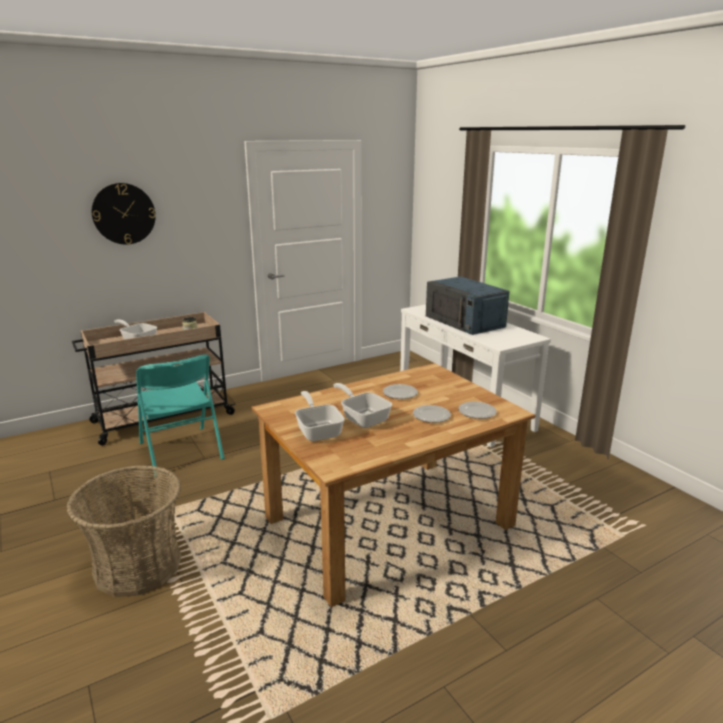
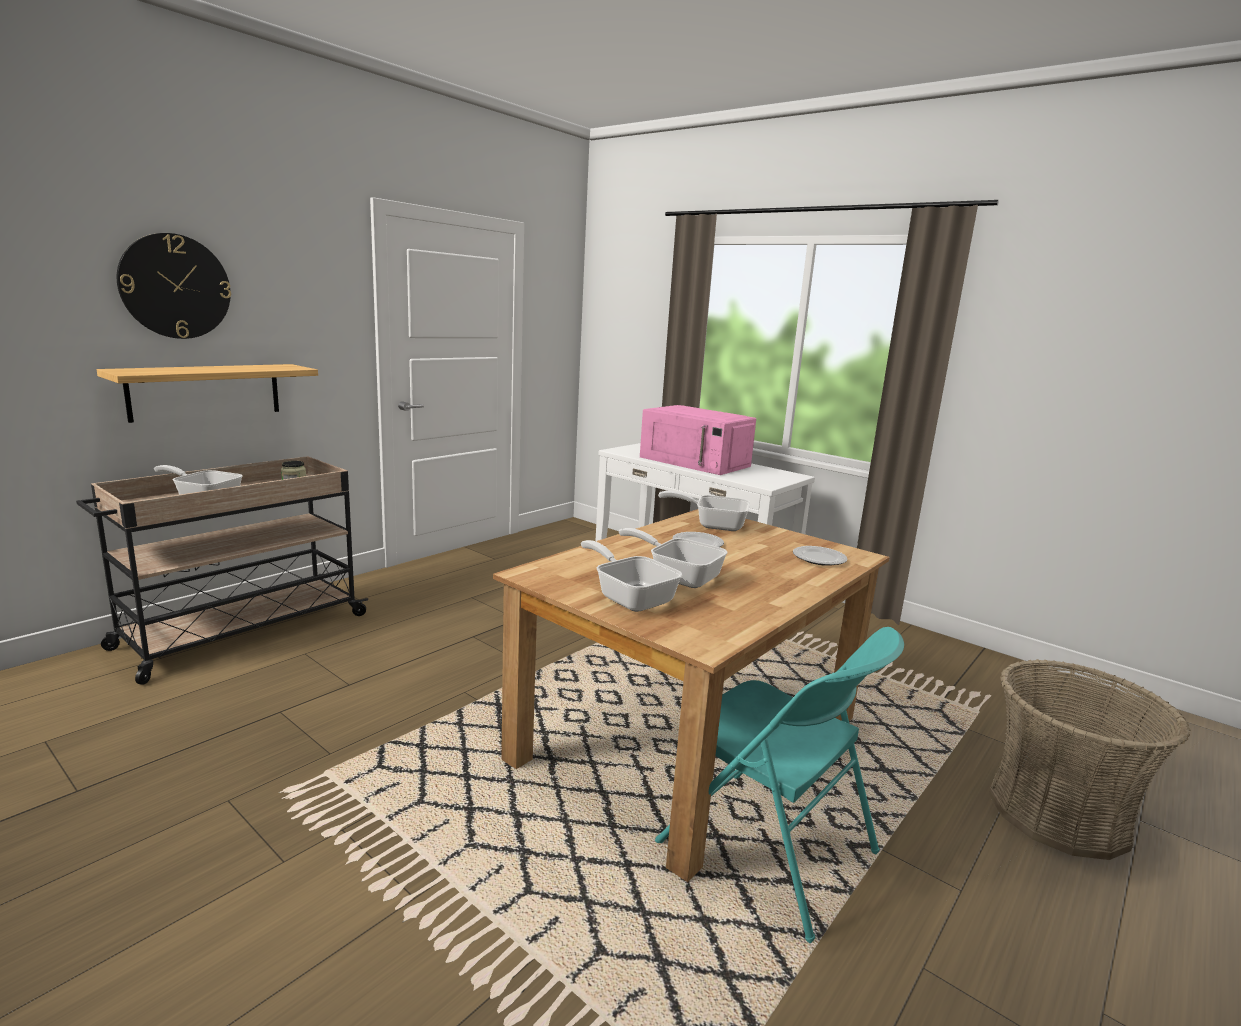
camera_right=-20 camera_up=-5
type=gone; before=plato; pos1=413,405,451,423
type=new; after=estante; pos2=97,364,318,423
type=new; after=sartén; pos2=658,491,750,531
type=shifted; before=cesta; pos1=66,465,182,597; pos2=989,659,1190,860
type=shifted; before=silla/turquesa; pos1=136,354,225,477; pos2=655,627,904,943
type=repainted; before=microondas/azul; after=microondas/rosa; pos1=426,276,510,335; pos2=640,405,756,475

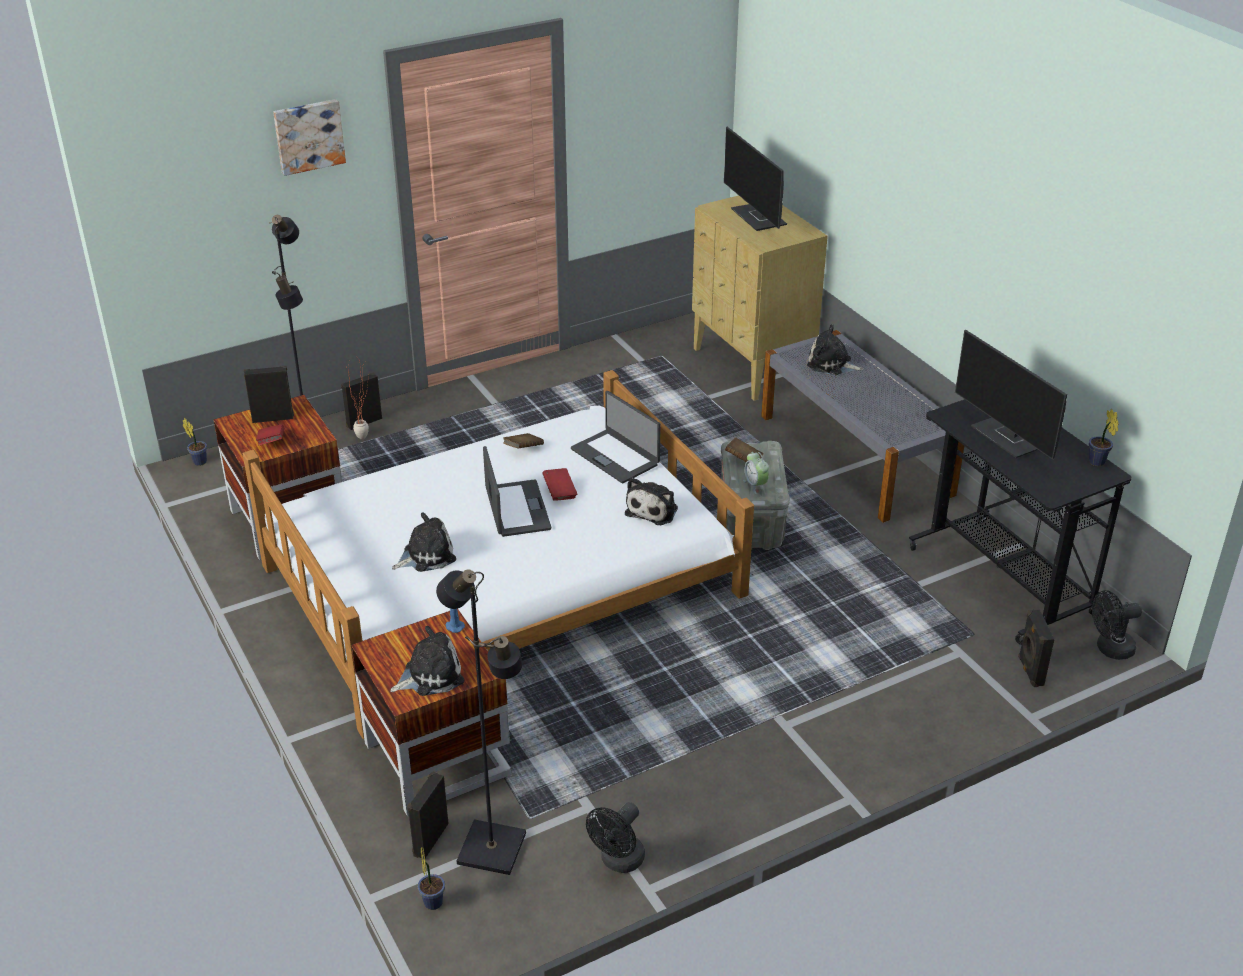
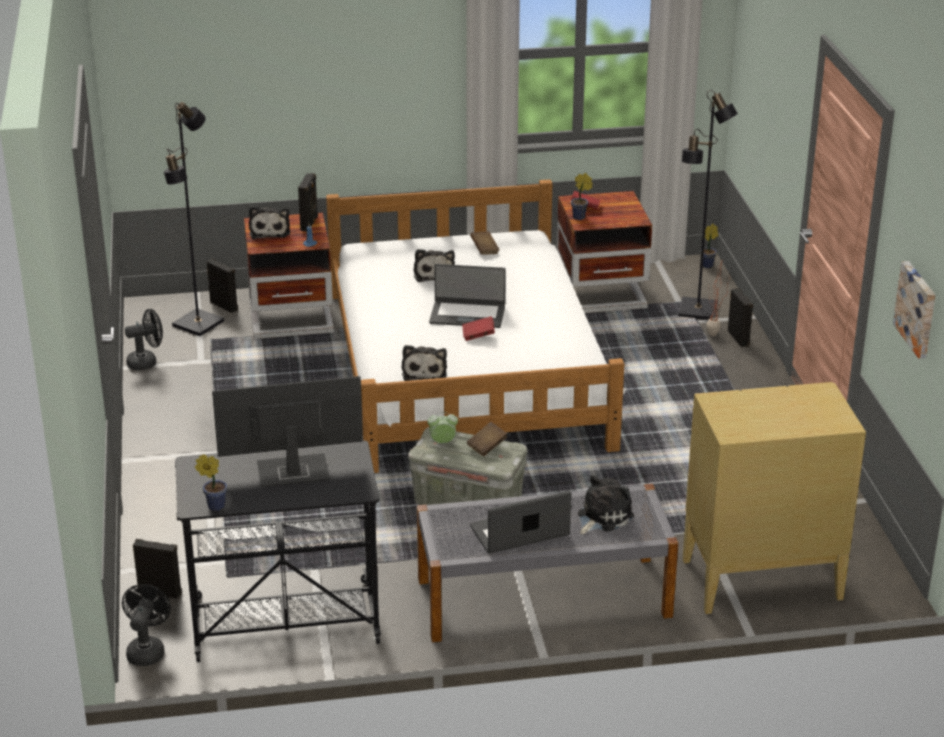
camera_right=110 camera_up=-5
type=gone; before=monitor; pos1=724,127,787,231
type=shifted; before=altavoz/negro; pos1=244,366,294,423; pos2=298,173,318,232
type=shifted; before=cuadro; pos1=273,99,346,176; pos2=893,261,935,358
type=shifted; before=planta en maceta; pos1=418,847,445,910; pos2=571,173,593,220
type=shifted; before=libro/marrón; pos1=503,433,544,448; pos2=470,231,500,255
type=shifted; before=portátil; pos1=571,391,661,483; pos2=470,491,571,554
type=rotated; before=ventilador/negro; pos1=586,802,645,873; pos2=125,309,163,371; turn=105
type=rotated; before=peluche; pos1=625,477,678,525; pos2=402,345,447,381; turn=-135

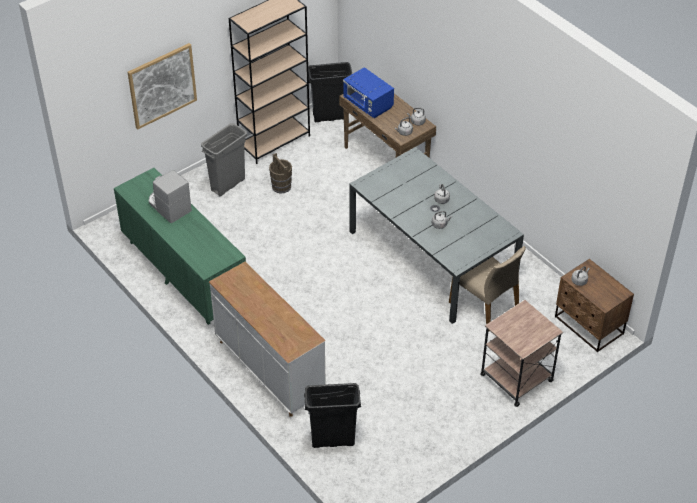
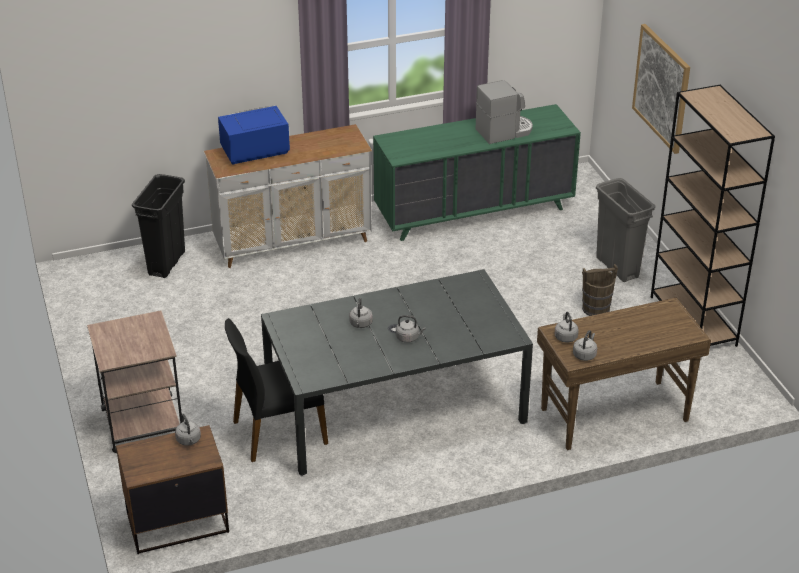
camera_right=110 camera_up=-10
type=gone; before=papelera/negro; pos1=308,62,352,122
type=shifted; before=microondas/azul; pos1=343,67,394,118; pos2=218,105,290,164
type=repainted; before=silla/beis; after=silla/negro; pos1=449,246,526,332; pos2=225,318,328,462

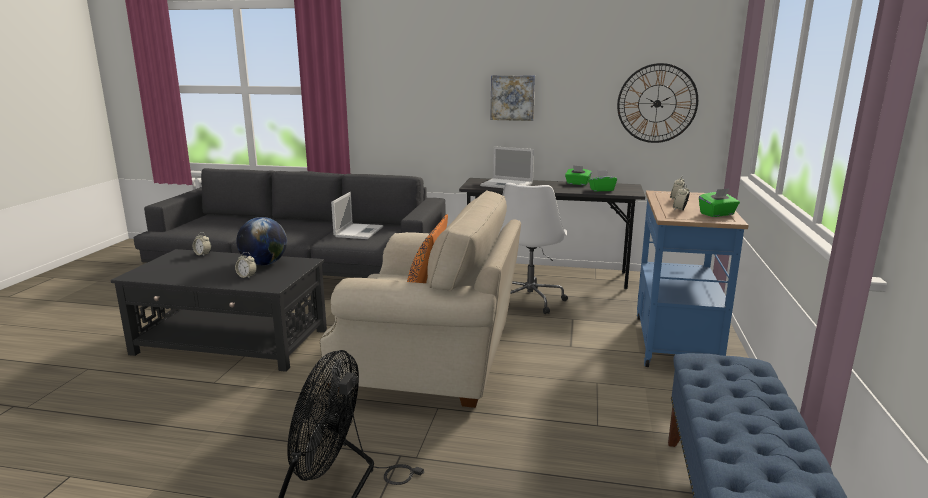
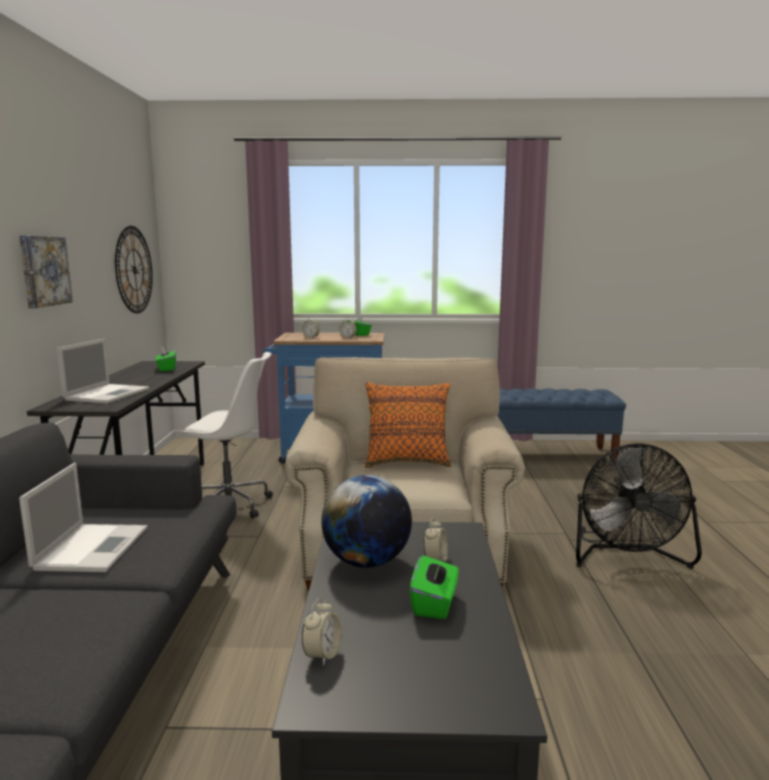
camera_right=-100 camera_up=-5
type=shifted; before=caja de pañuelos/verde; pos1=565,165,592,185; pos2=410,554,459,619
type=rotated; before=portátil; pos1=331,192,383,239; pos2=19,463,147,572; turn=90

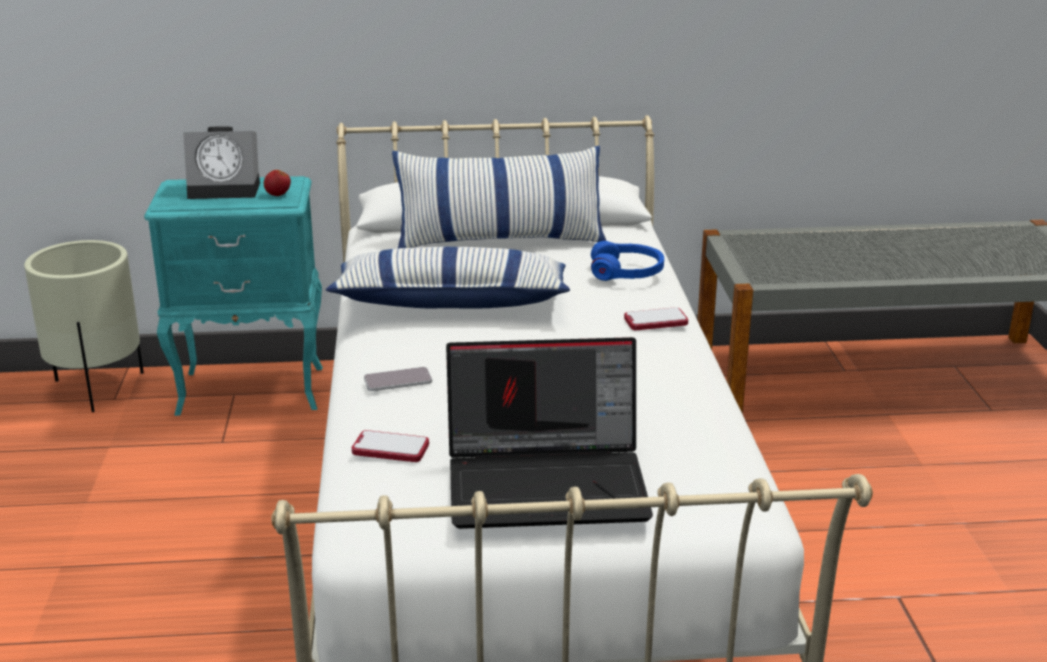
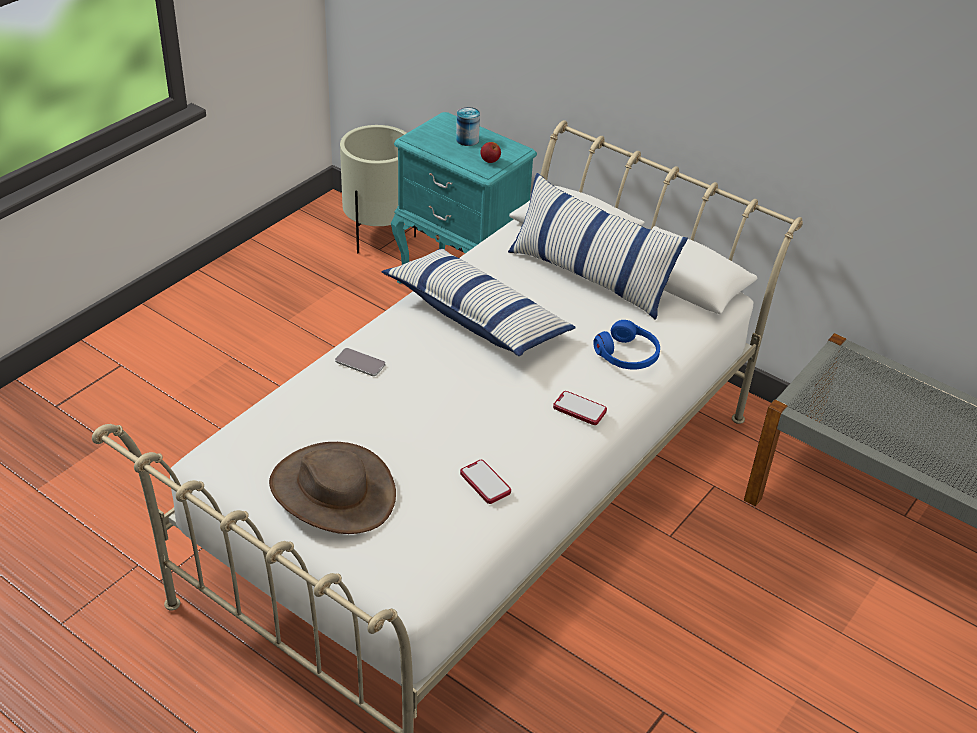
camera_right=40 camera_up=15
type=shifted; before=móvil; pos1=352,430,429,462; pos2=460,460,511,504
type=swapped; before=despertador; after=lata; pos1=183,126,260,199; pos2=456,107,480,146
type=swapped; before=portátil; after=sombrero/marrón; pos1=446,337,653,529; pos2=269,442,396,534

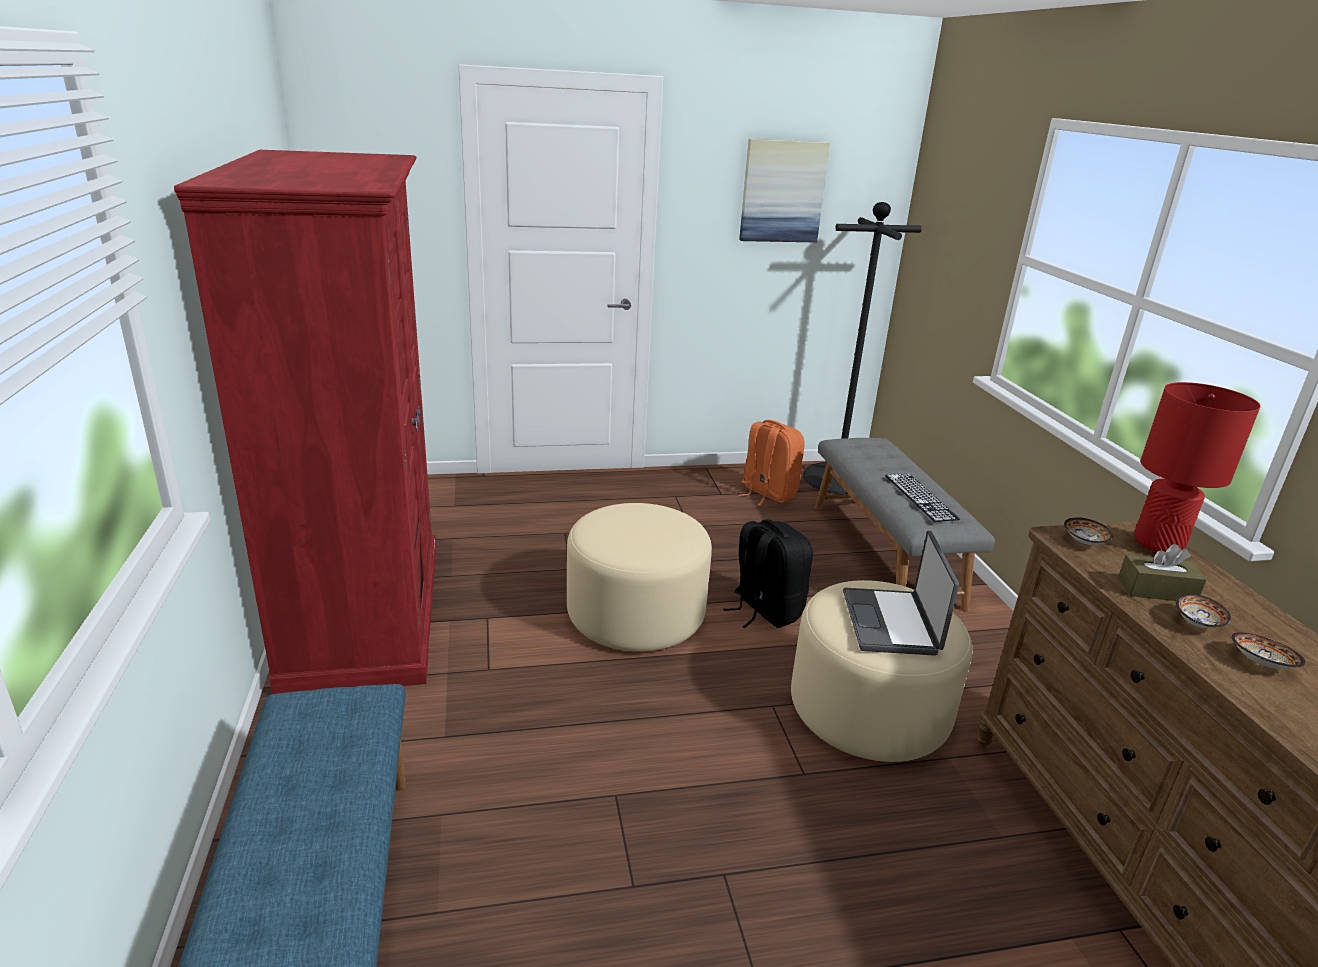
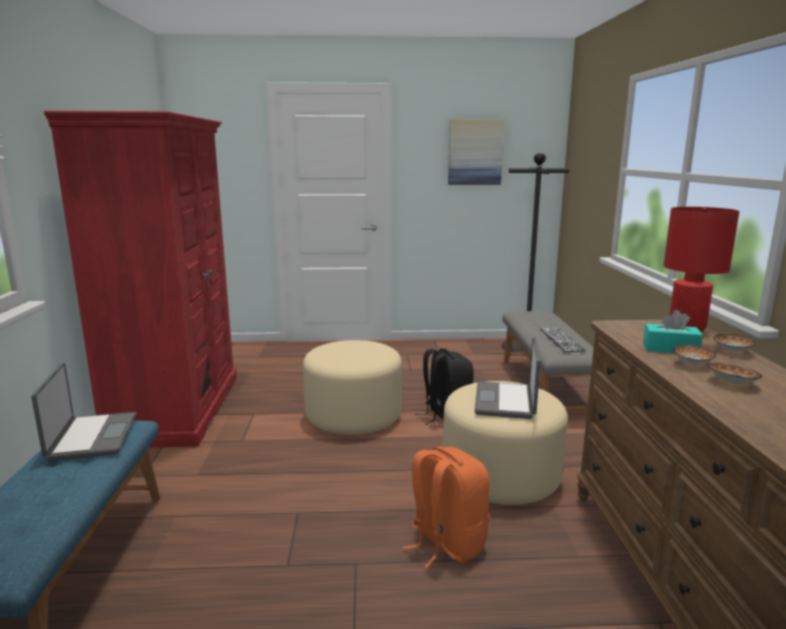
camera_right=10 camera_up=-10
type=new; after=portátil; pos2=31,363,136,461
type=shifted; before=mochila/naranja; pos1=738,420,805,505; pos2=402,446,490,569
type=shifted; before=cuenco; pos1=1064,517,1113,545; pos2=714,334,756,352
type=repainted; before=caja de pañuelos/marrón; after=caja de pañuelos/turquesa; pos1=1118,544,1207,601; pos2=643,310,703,353

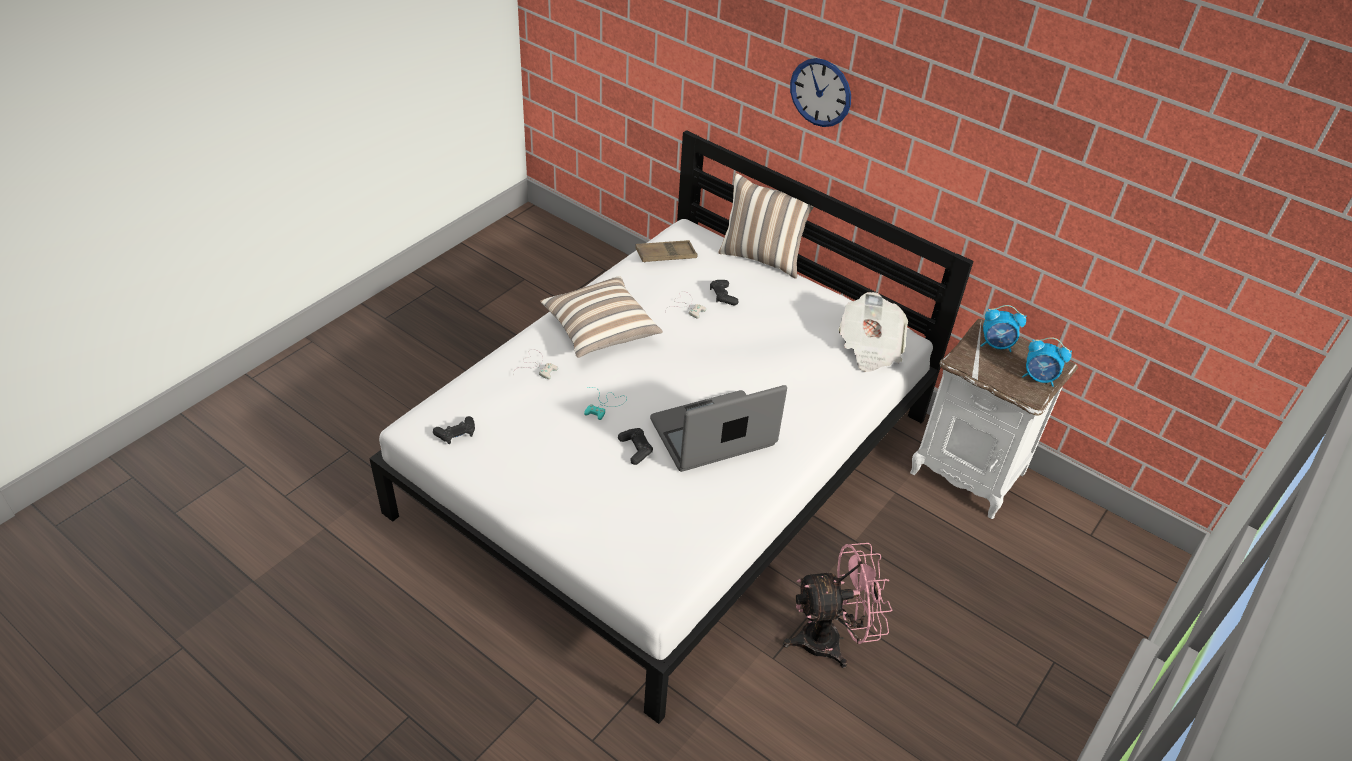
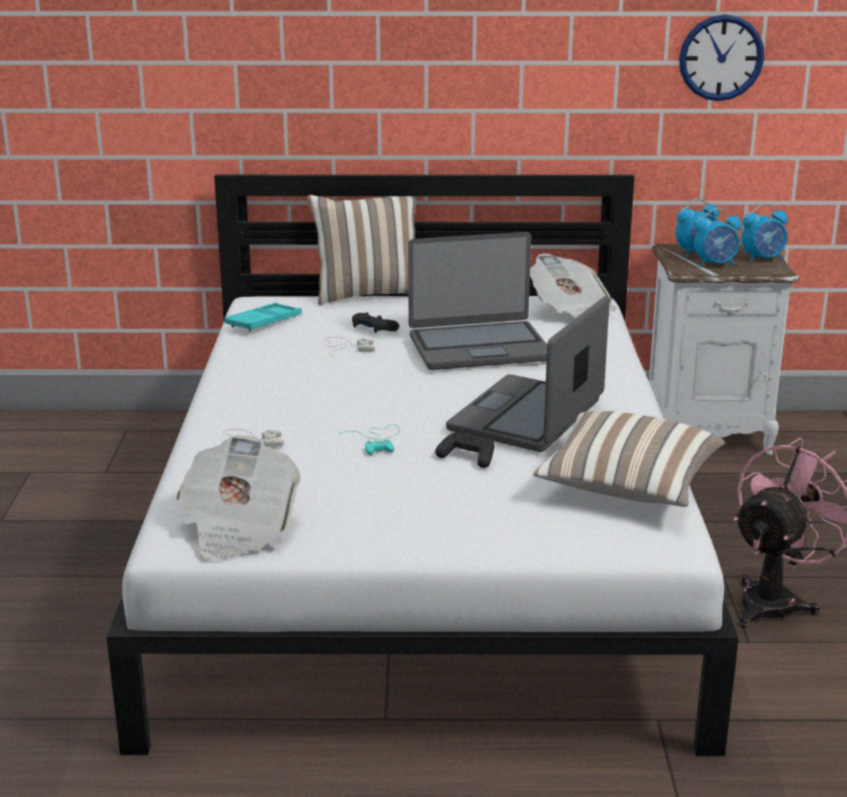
camera_right=-35 camera_up=-20
type=new; after=portátil; pos2=408,232,547,370
type=new; after=despertador; pos2=694,208,741,268
type=shifted; before=cojín; pos1=540,276,663,358; pos2=533,411,725,507
type=shifted; before=reloj de pared; pos1=790,58,851,127; pos2=679,14,764,101
type=swapped; before=mando de consola/negro; after=periódico; pos1=433,416,475,444; pos2=177,435,301,560
type=repainted; before=bandeja/marrón; after=bandeja/turquesa; pos1=635,240,697,262; pos2=224,303,302,332

